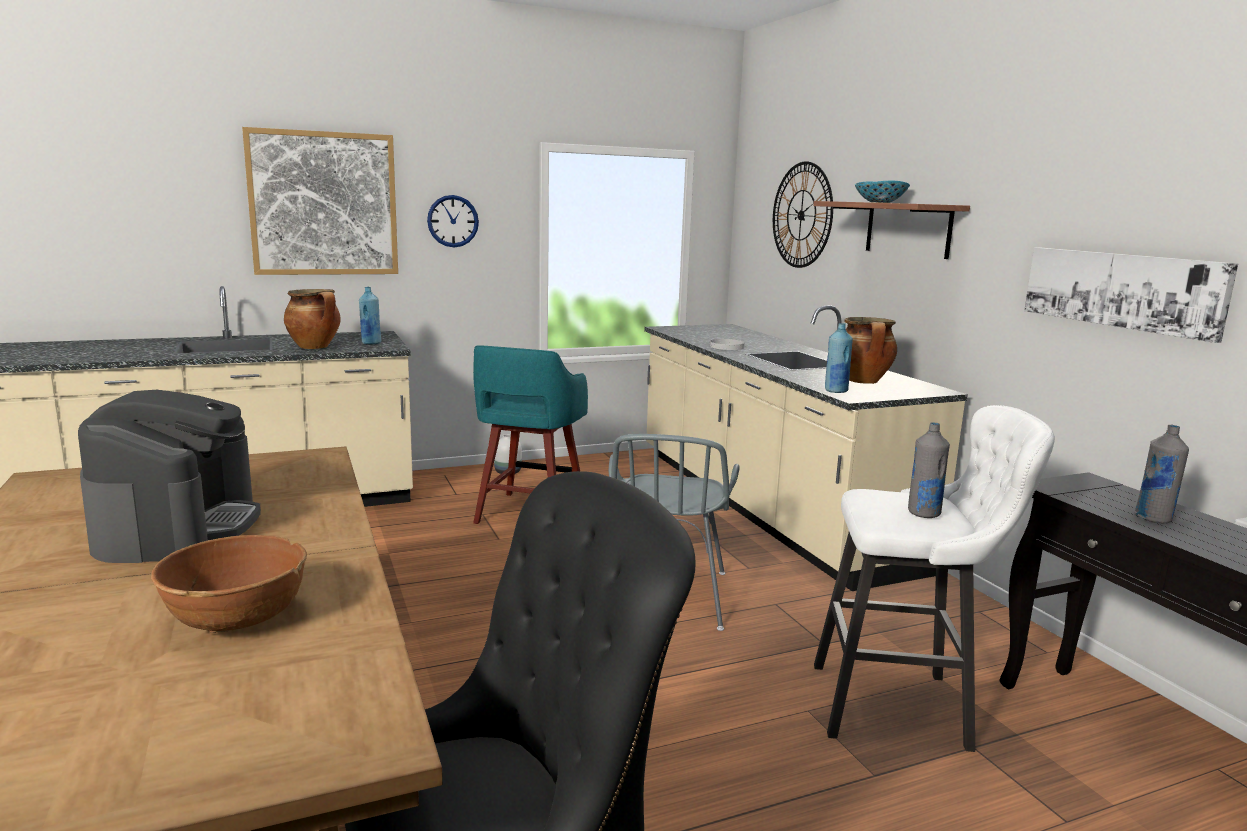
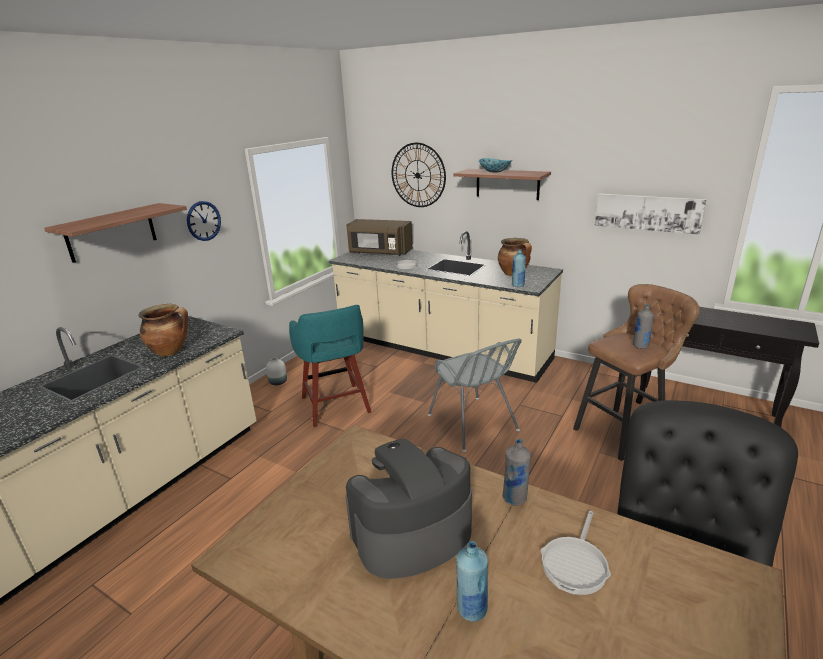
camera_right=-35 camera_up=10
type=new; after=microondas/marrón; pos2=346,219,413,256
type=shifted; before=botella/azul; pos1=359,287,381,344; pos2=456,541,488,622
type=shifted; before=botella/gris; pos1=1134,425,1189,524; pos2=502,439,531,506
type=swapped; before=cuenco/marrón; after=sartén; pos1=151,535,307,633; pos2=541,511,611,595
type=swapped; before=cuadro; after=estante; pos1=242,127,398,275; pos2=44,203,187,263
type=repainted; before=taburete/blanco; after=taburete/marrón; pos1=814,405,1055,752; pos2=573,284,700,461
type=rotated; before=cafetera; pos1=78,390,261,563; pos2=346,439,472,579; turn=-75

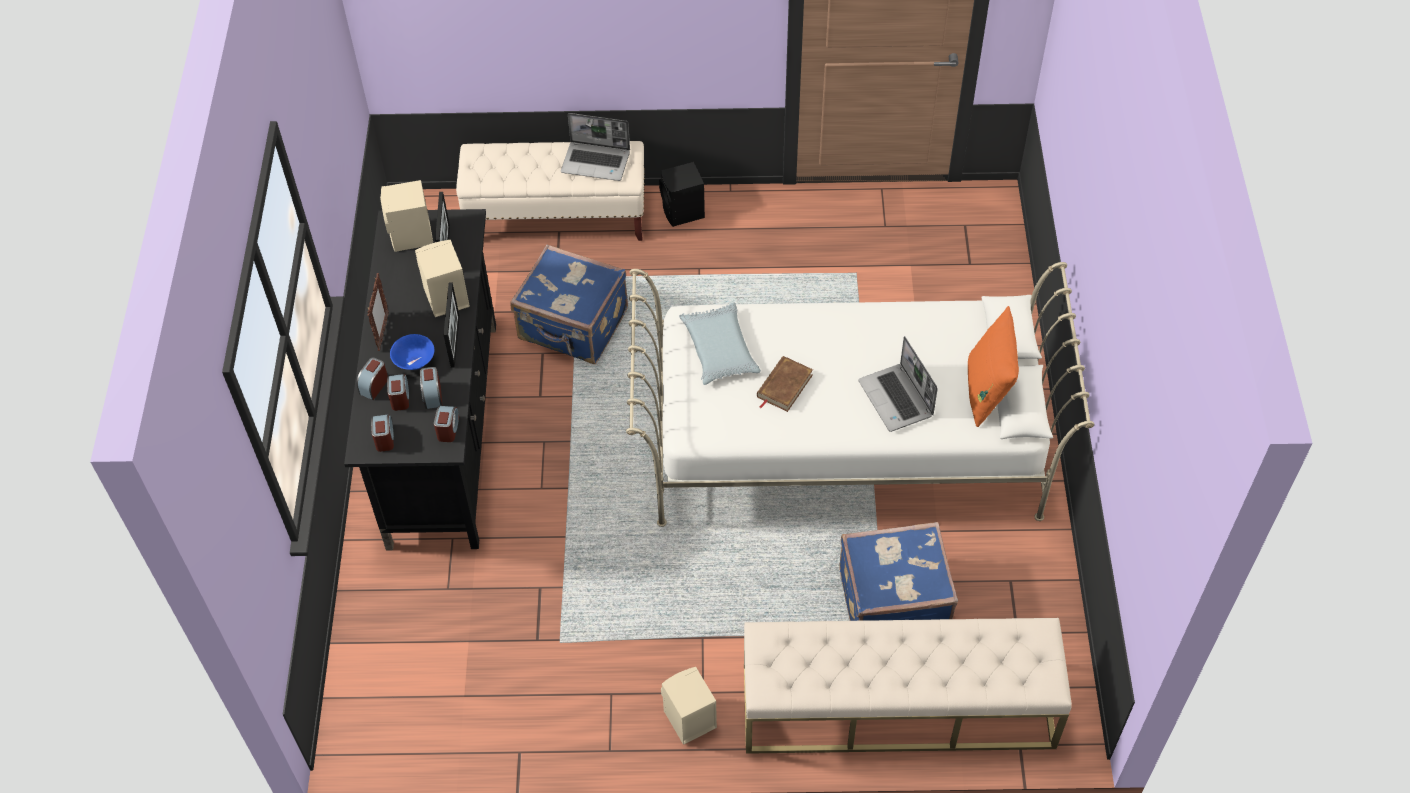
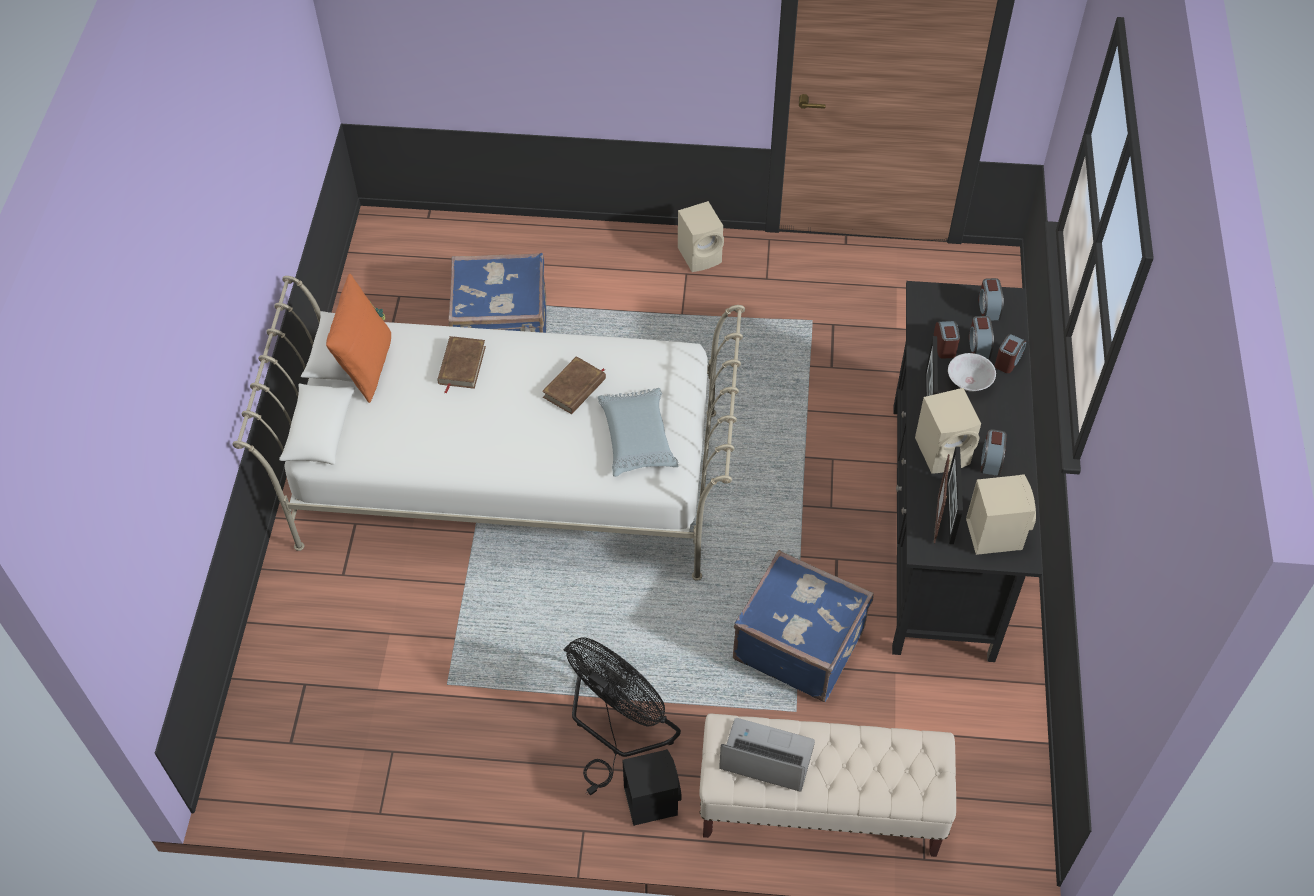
camera_right=-175 camera_up=0
type=gone; before=banco/beis; pos1=744,618,1072,754
type=new; after=ventilador/negro; pos2=564,637,681,795
type=shifted; before=portarretratos; pos1=368,273,389,351; pos2=934,454,950,543
type=shifted; before=despertador; pos1=434,406,459,442; pos2=981,429,1007,476
type=swapped; before=portátil; after=libro/marrón; pos1=859,336,938,432; pos2=437,336,486,394
type=repainted; before=cuenco/azul; after=cuenco/blanco; pos1=390,334,434,370; pos2=948,353,996,392

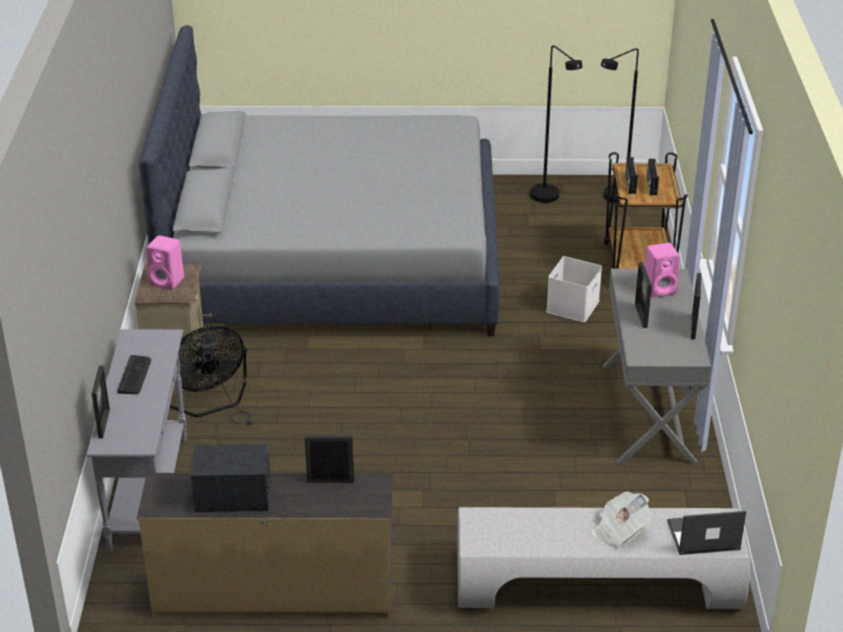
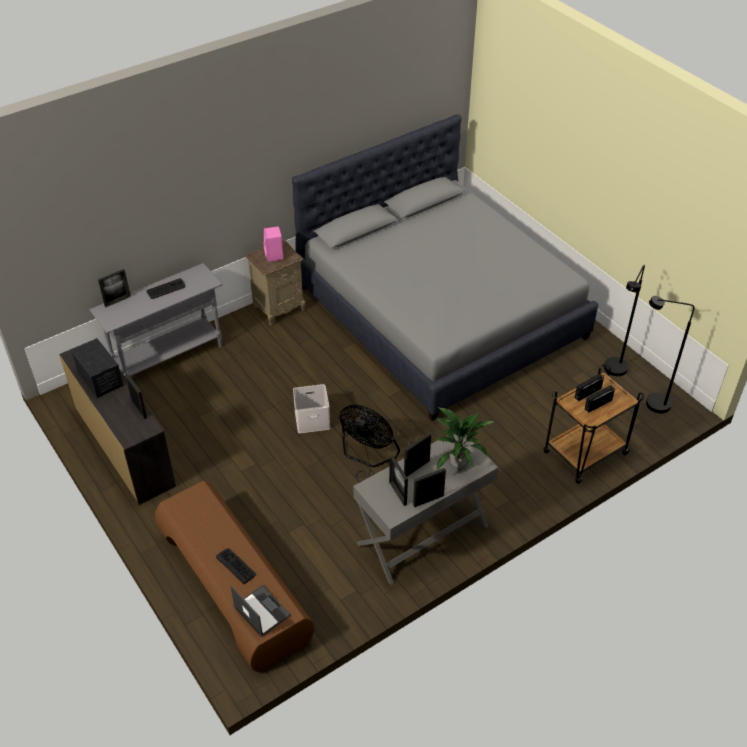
camera_right=55 camera_up=10
type=new; after=portarretratos; pos2=389,455,408,506
type=shifted; before=ventilador/negro; pos1=170,326,252,425; pos2=338,405,400,482
type=shifted; before=caja de almacenaje/blanco; pos1=546,256,602,322; pos2=293,384,331,433
type=swapped; before=periódico; after=teclado; pos1=592,491,652,547; pos2=216,548,256,584
type=swapped; before=altavoz/rosa; after=planta en maceta; pos1=645,243,680,297; pos2=436,407,493,471
type=repainted; before=banco/gris; after=banco/marrón; pos1=457,507,750,609; pos2=155,481,315,672

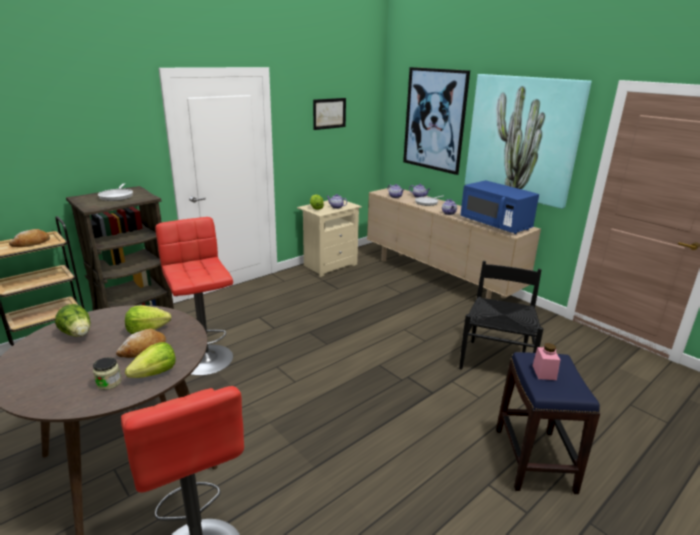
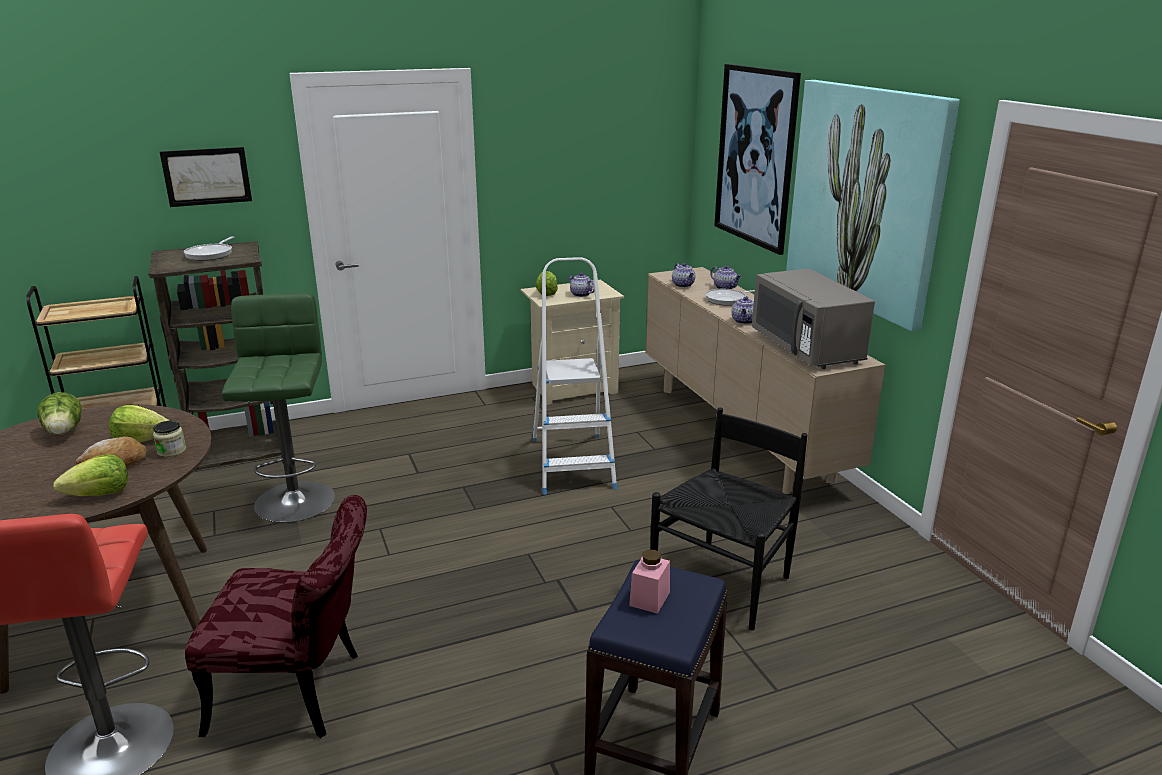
camera_right=20 camera_up=0
type=gone; before=pan; pos1=9,229,50,247
type=new; after=silla/rojo; pos2=185,495,367,738
type=new; after=escalera de tijera/blanco; pos2=533,257,617,495
type=shifted; before=tarro; pos1=93,357,121,390; pos2=153,421,186,457
type=shifted; before=cuadro; pos1=313,98,346,130; pos2=160,147,252,207
type=repainted; before=taburete/rojo; after=taburete/verde; pos1=155,217,233,375; pos2=222,293,335,522
type=repainted; before=microondas/azul; after=microondas/gris; pos1=460,180,539,234; pos2=752,269,875,369

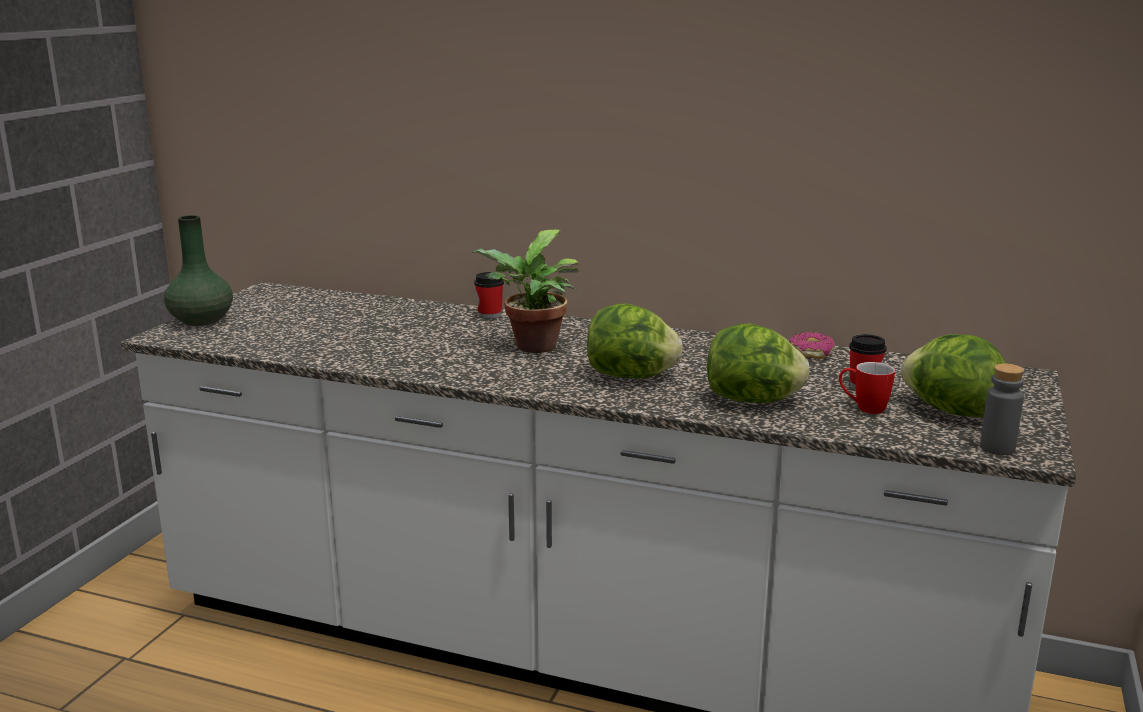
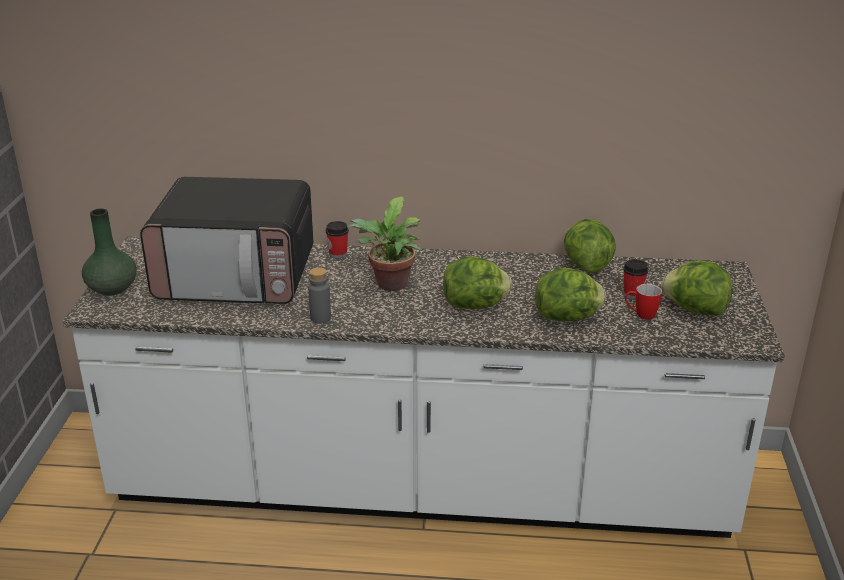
camera_right=-15 camera_up=10
type=new; after=microondas; pos2=140,177,313,304
type=shifted; before=botella/gris; pos1=980,364,1024,455; pos2=308,267,331,323
type=swapped; before=rosquilla; after=lechuga; pos1=789,332,835,359; pos2=564,219,616,273

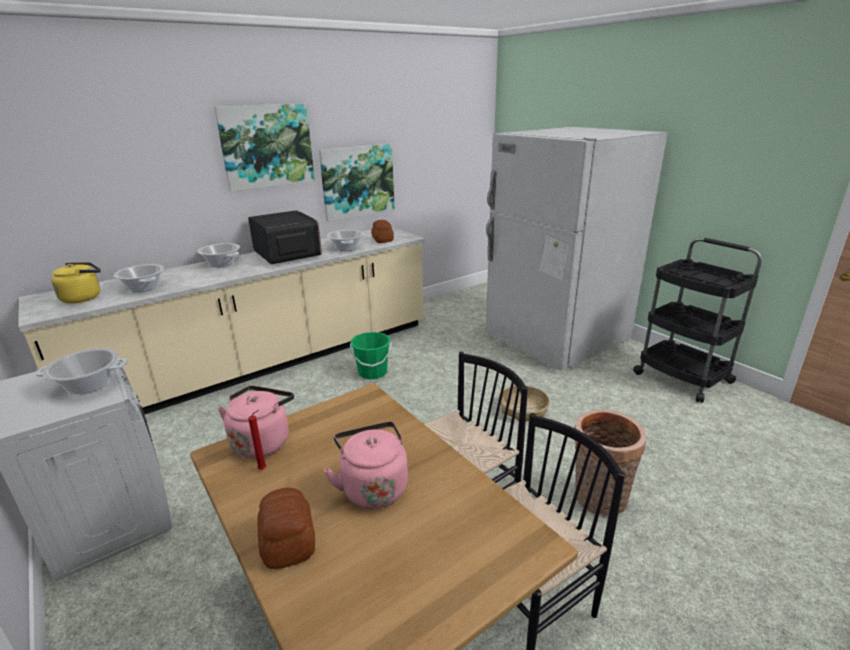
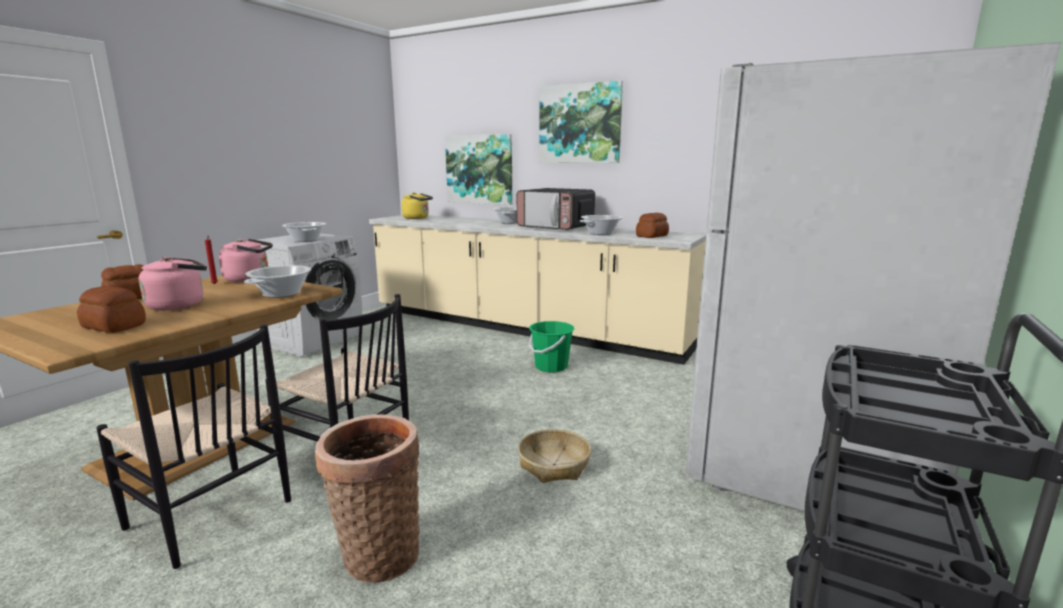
camera_right=65 camera_up=-10
type=new; after=pan; pos2=77,286,146,333
type=shifted; before=olla; pos1=114,264,165,292; pos2=244,265,311,298
type=shifted; before=cuadro; pos1=319,144,395,222; pos2=445,134,512,205
type=rotated; before=microondas; pos1=248,210,322,264; pos2=517,188,595,230; turn=90

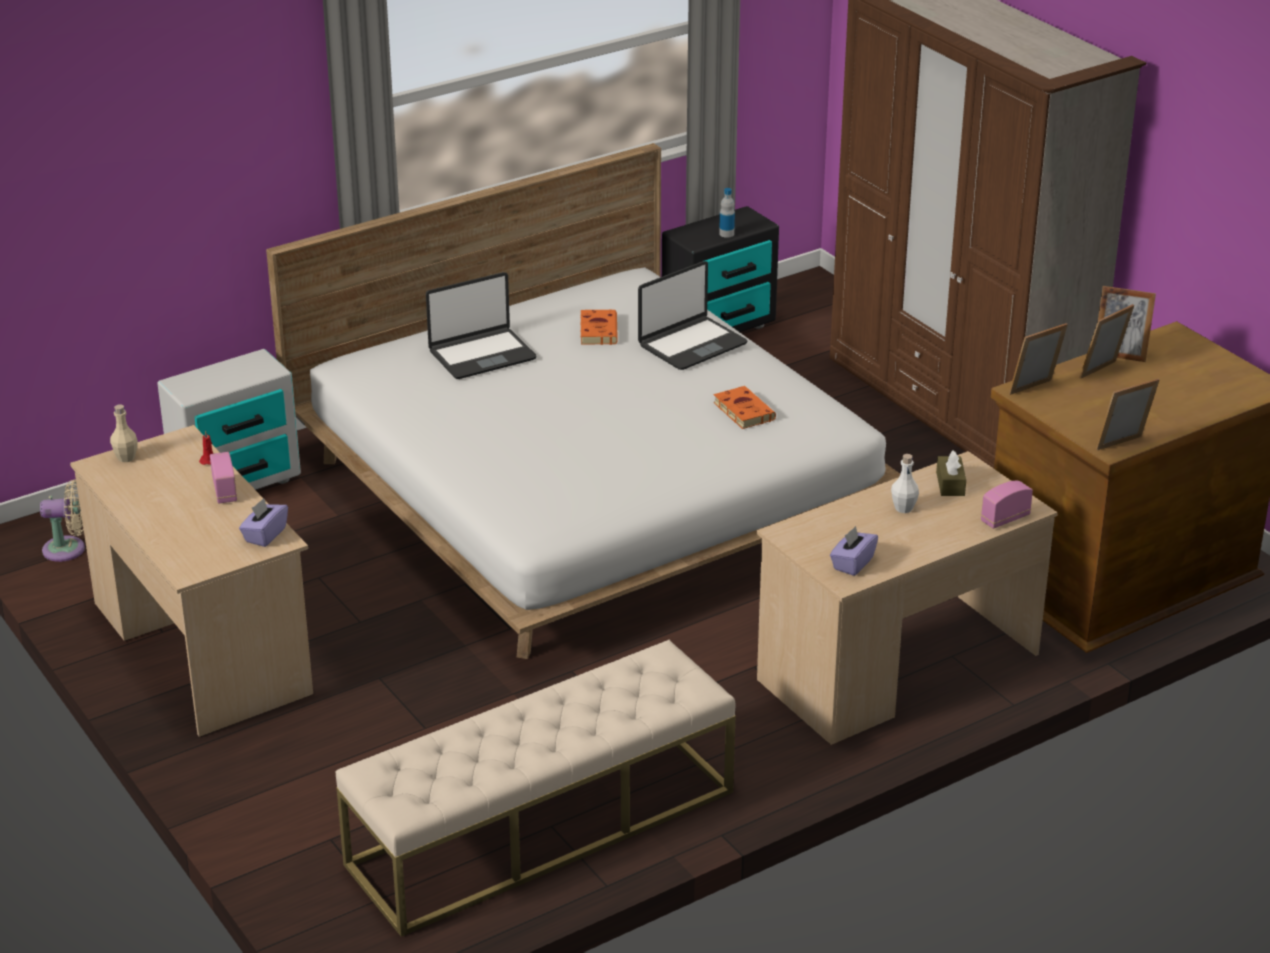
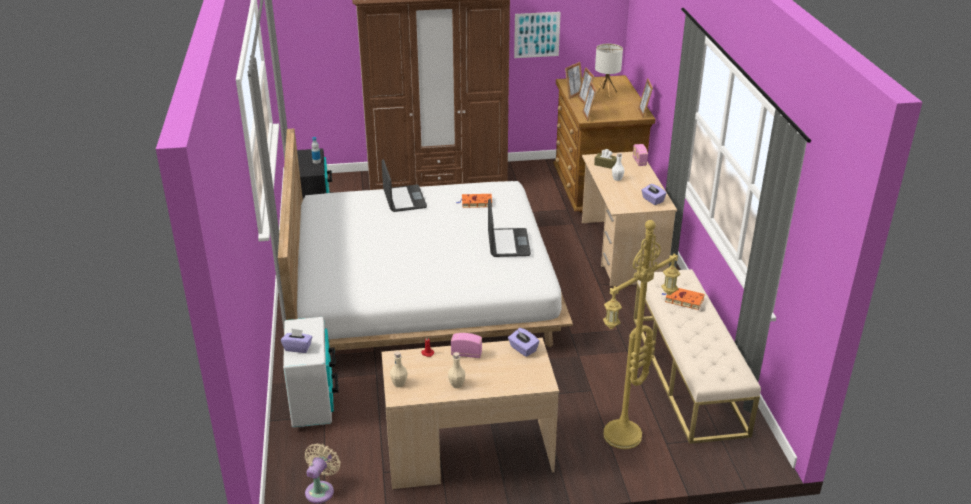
camera_right=-65 camera_up=0
type=new; after=caja de pañuelos/morado; pos2=281,328,312,353
type=new; after=botella/beis; pos2=448,352,465,388
type=new; after=cuadro; pos2=514,12,561,58
type=new; after=lámpara de mesa; pos2=595,44,623,98
type=new; after=lámpara de pie/amarillo; pos2=603,220,680,449
type=shifted; before=portátil; pos1=426,272,536,379; pos2=488,198,531,257
type=shifted; before=libro/naranja; pos1=580,310,618,345; pos2=661,288,704,310

